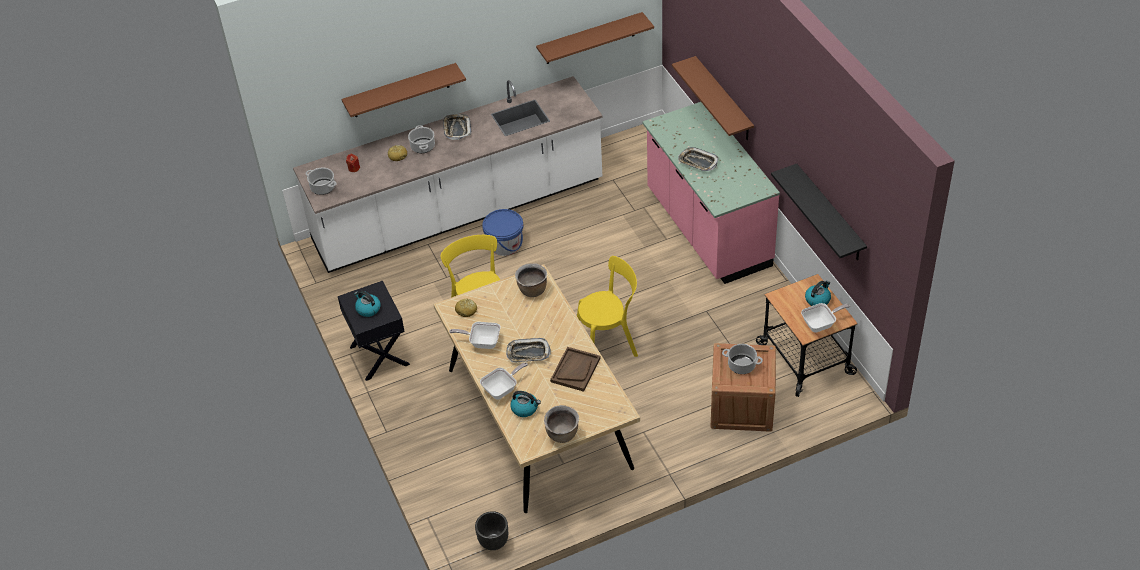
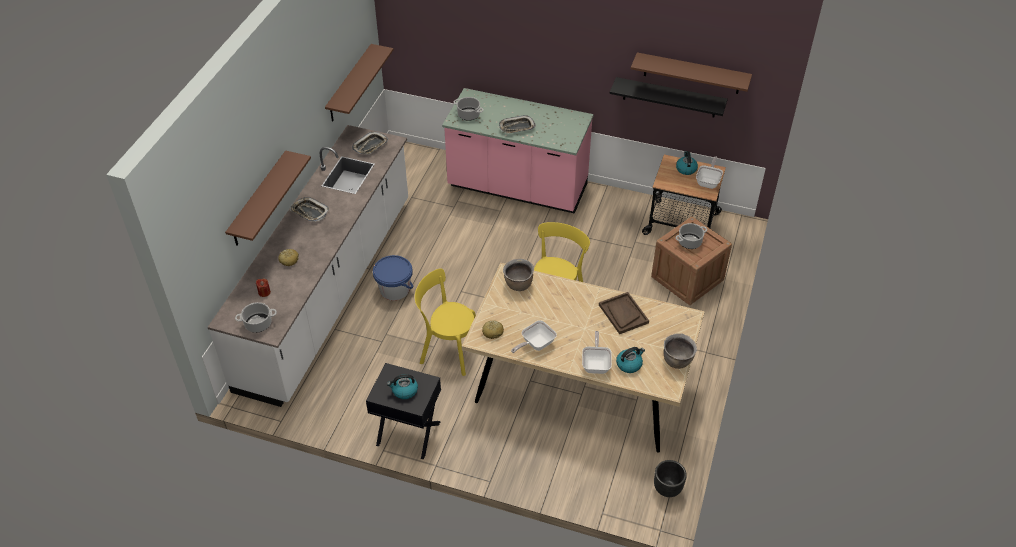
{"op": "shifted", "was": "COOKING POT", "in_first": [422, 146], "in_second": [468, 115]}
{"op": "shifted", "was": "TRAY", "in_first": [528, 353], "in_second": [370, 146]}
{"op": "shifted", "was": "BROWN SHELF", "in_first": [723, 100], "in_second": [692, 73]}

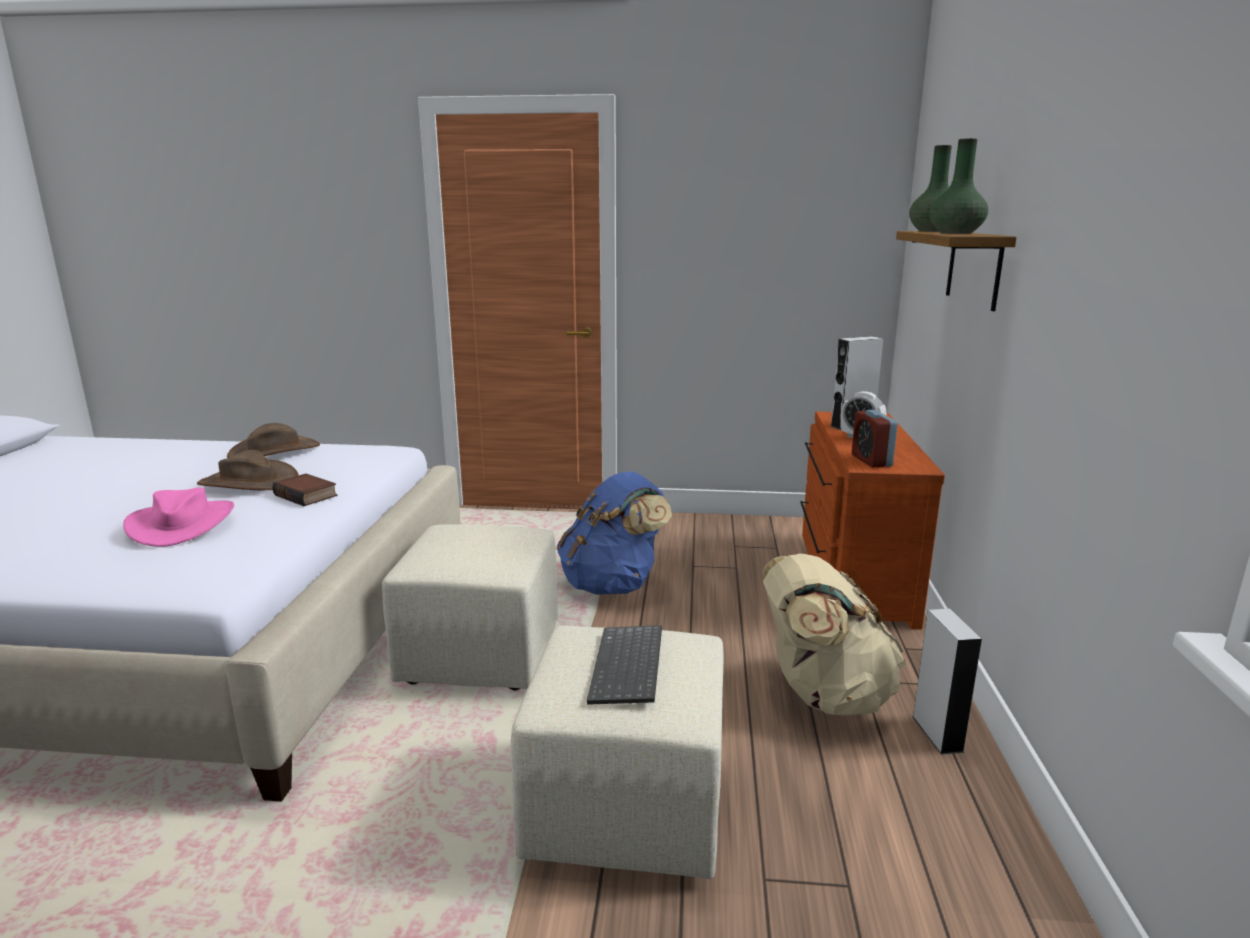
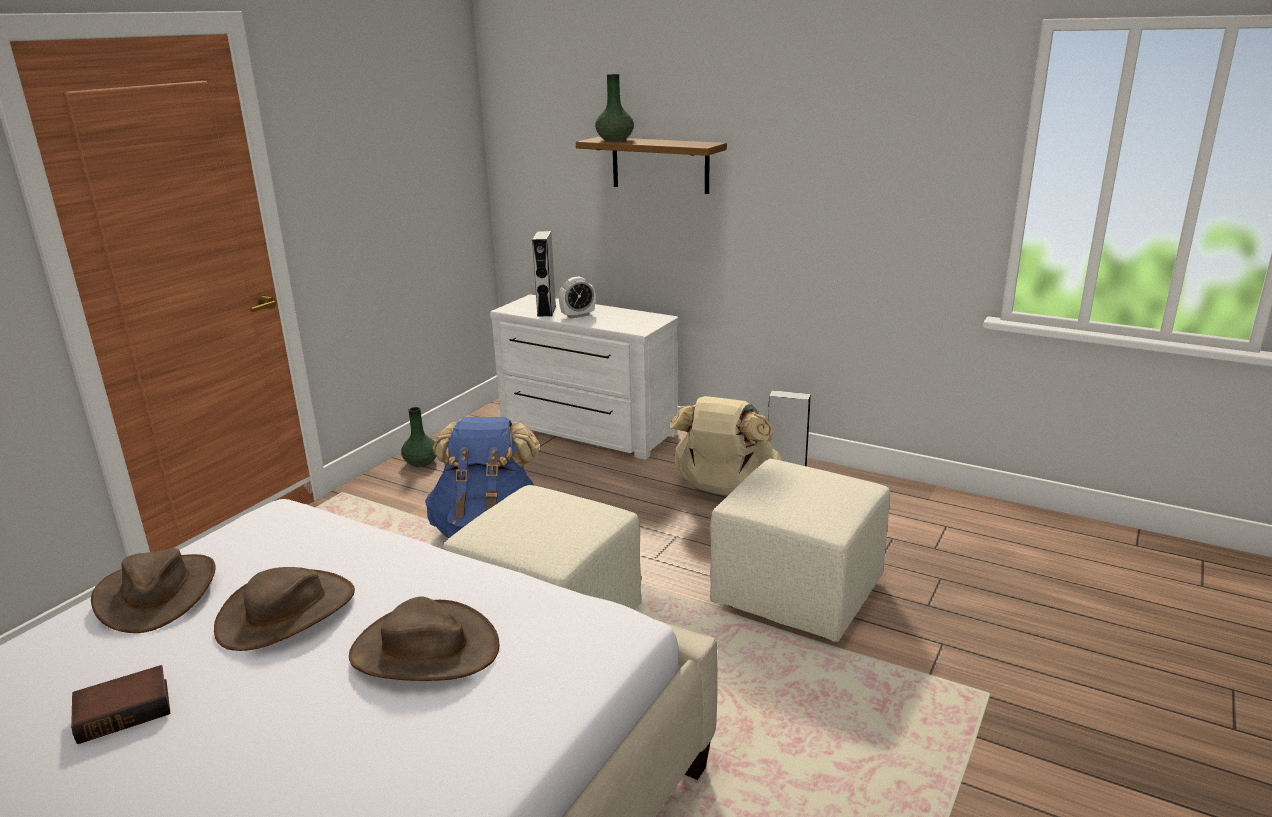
{"op": "gone", "was": "KEYBOARD", "in_first": [629, 667]}
{"op": "gone", "was": "ALARM CLOCK", "in_first": [871, 461]}
{"op": "shifted", "was": "BOOK", "in_first": [308, 495], "in_second": [125, 709]}
{"op": "shifted", "was": "GREEN VASE", "in_first": [955, 233], "in_second": [420, 462]}
{"op": "repainted", "was": "PINK HAT", "now": "BROWN HAT", "in_first": [181, 524], "in_second": [424, 650]}
{"op": "repainted", "was": "BROWN DRESSER", "now": "WHITE DRESSER", "in_first": [851, 576], "in_second": [585, 431]}

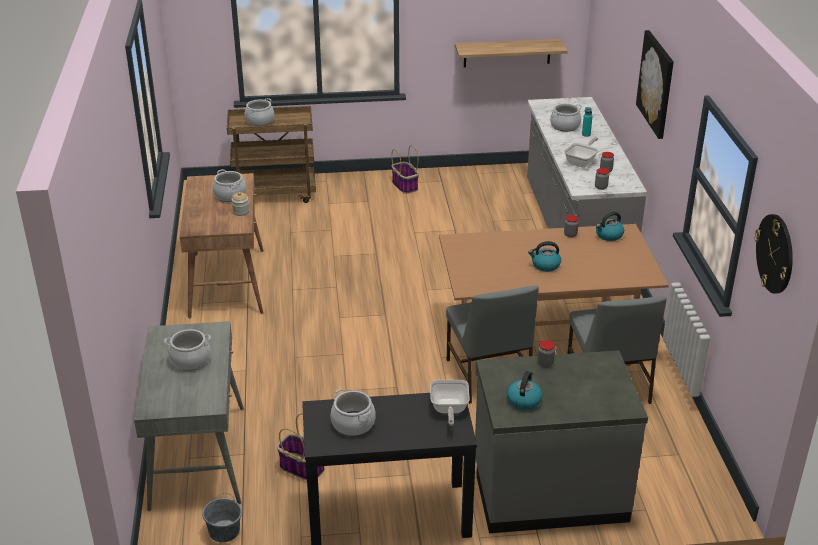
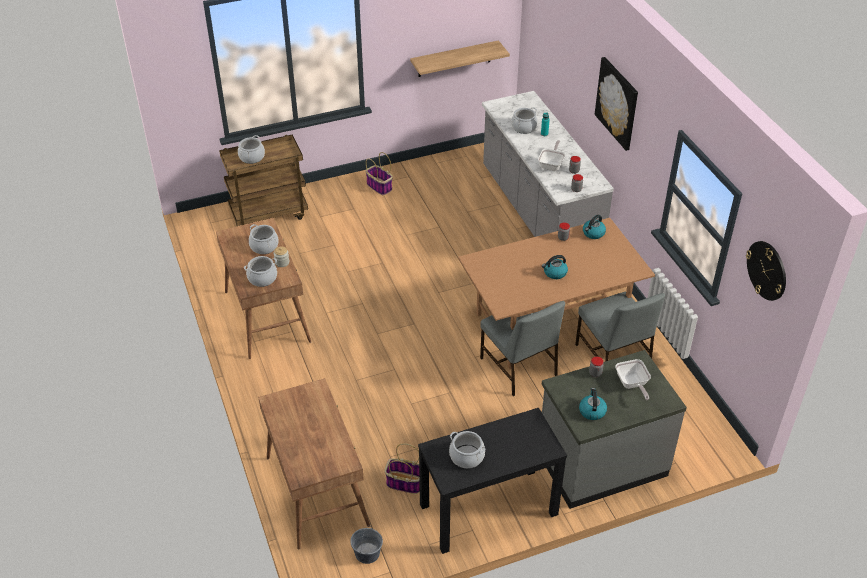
{"op": "shifted", "was": "COOKING POT", "in_first": [190, 360], "in_second": [262, 278]}
{"op": "shifted", "was": "FRYING PAN", "in_first": [449, 410], "in_second": [632, 385]}
{"op": "repainted", "was": "GREY DESK", "now": "BROWN DESK", "in_first": [197, 456], "in_second": [316, 491]}

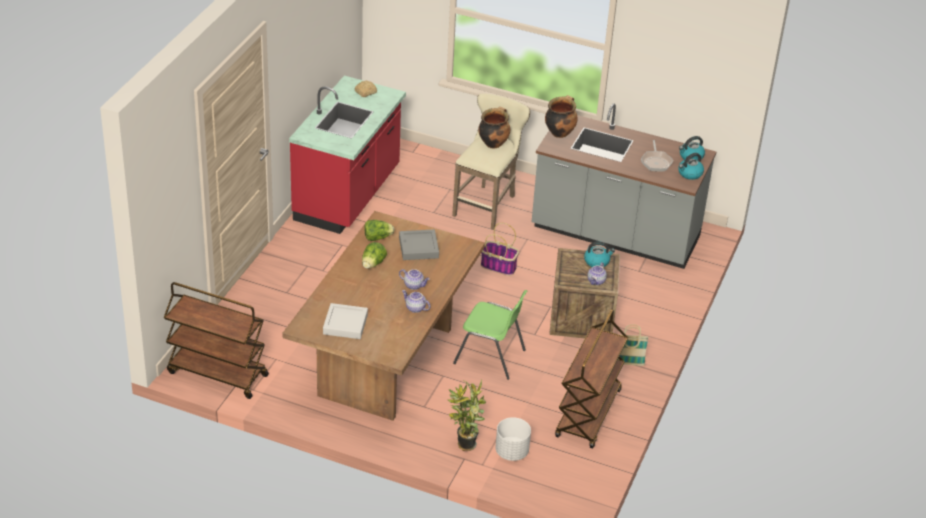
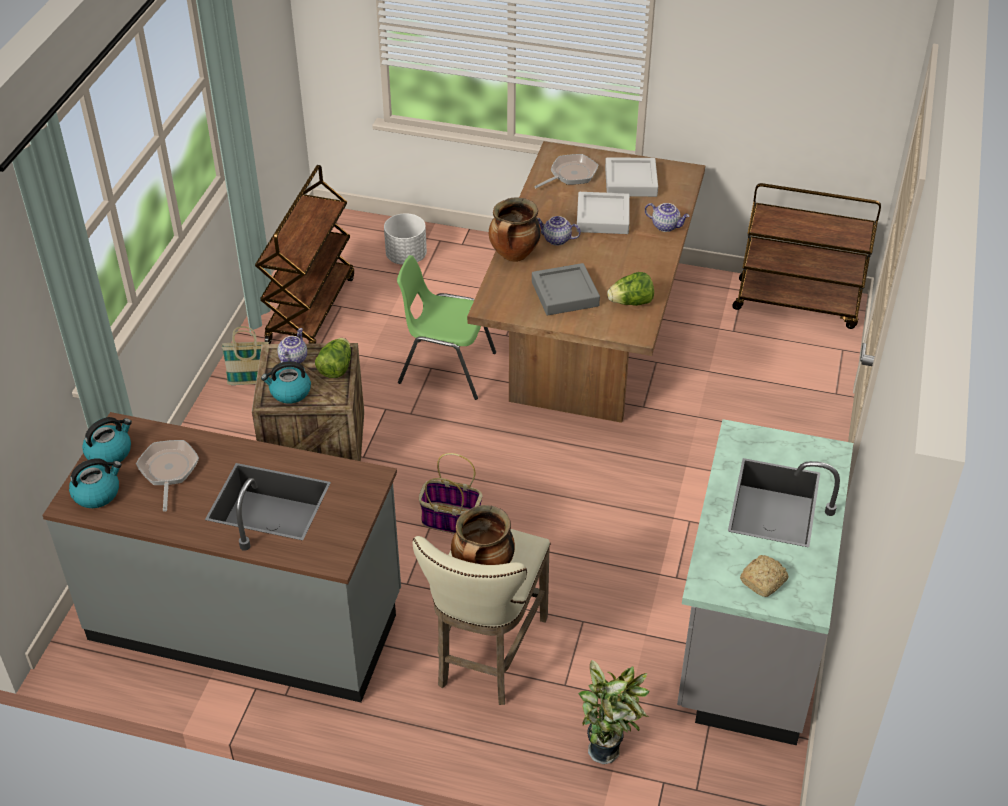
{"op": "new", "now": "FRYING PAN", "in_second": [570, 175]}
{"op": "new", "now": "GREY TRAY", "in_second": [602, 217]}
{"op": "shifted", "was": "LETTUCE", "in_first": [373, 264], "in_second": [336, 368]}
{"op": "shifted", "was": "TEAPOT", "in_first": [415, 308], "in_second": [666, 226]}
{"op": "shifted", "was": "POTTED PLANT", "in_first": [464, 445], "in_second": [607, 749]}
{"op": "shifted", "was": "COOKING POT", "in_first": [559, 132], "in_second": [514, 255]}
{"op": "repainted", "was": "RED COUNTER", "now": "GREY COUNTER", "in_first": [348, 195], "in_second": [748, 638]}

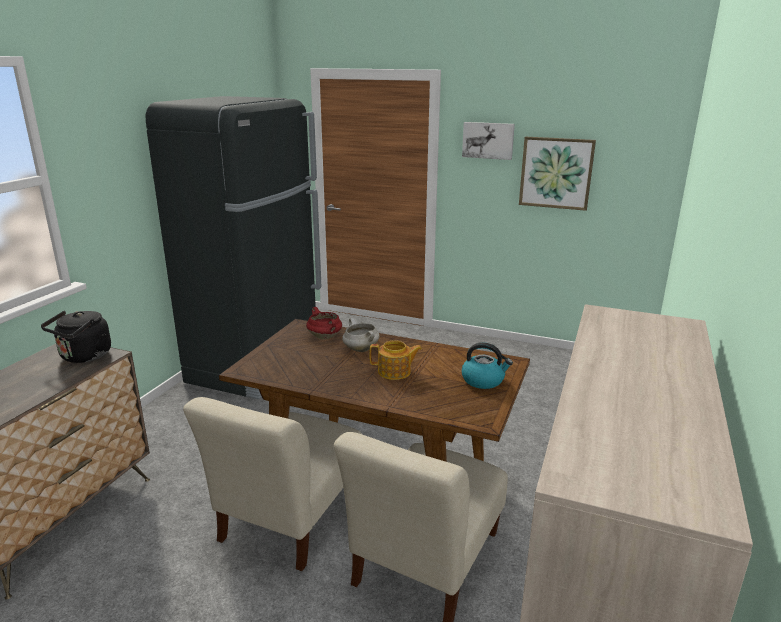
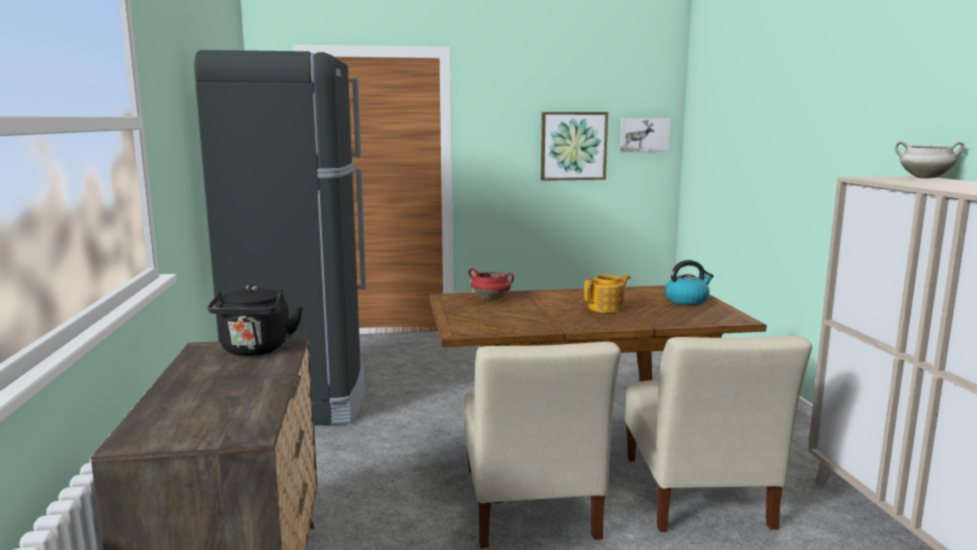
{"op": "shifted", "was": "WHITE COOKING POT", "in_first": [360, 349], "in_second": [924, 178]}
{"op": "shifted", "was": "PICTURE", "in_first": [488, 140], "in_second": [644, 134]}

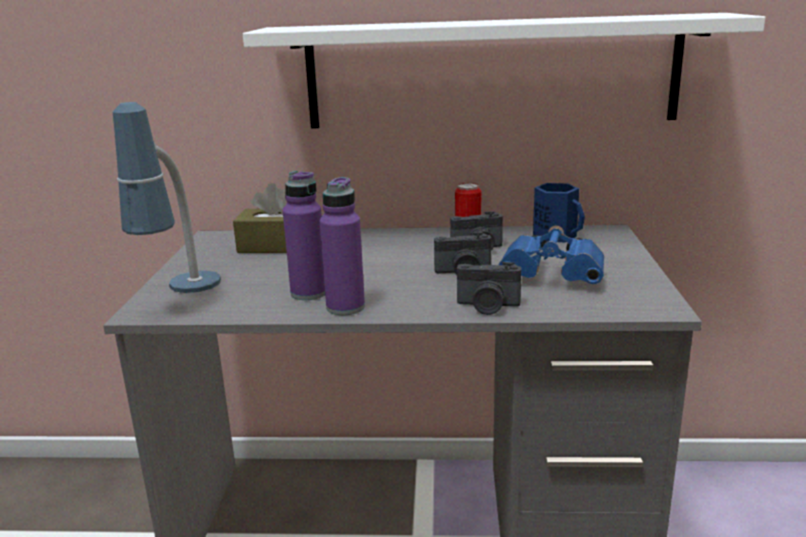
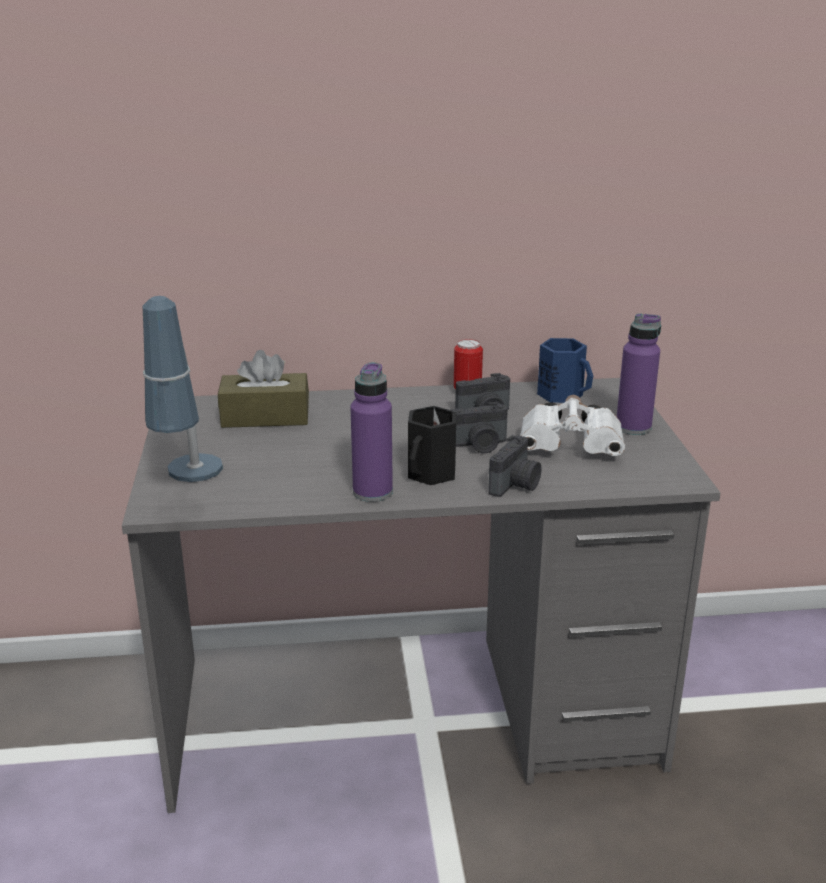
{"op": "gone", "was": "WHITE SHELF", "in_first": [491, 73]}
{"op": "new", "now": "BLACK MUG", "in_second": [432, 474]}
{"op": "shifted", "was": "PURPLE BOTTLE", "in_first": [309, 293], "in_second": [633, 427]}
{"op": "repainted", "was": "BLUE BINOCULARS", "now": "WHITE BINOCULARS", "in_first": [555, 278], "in_second": [573, 448]}
{"op": "rotated", "was": "PHOTO CAMERA", "in_first": [488, 306], "in_second": [516, 485], "clockwise": -60}

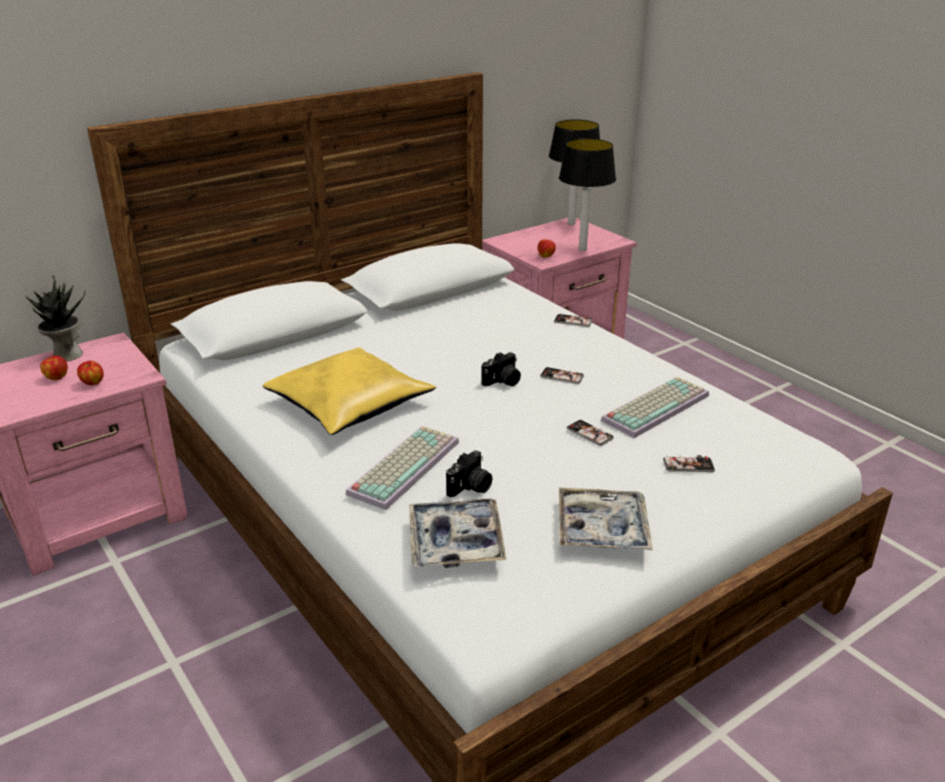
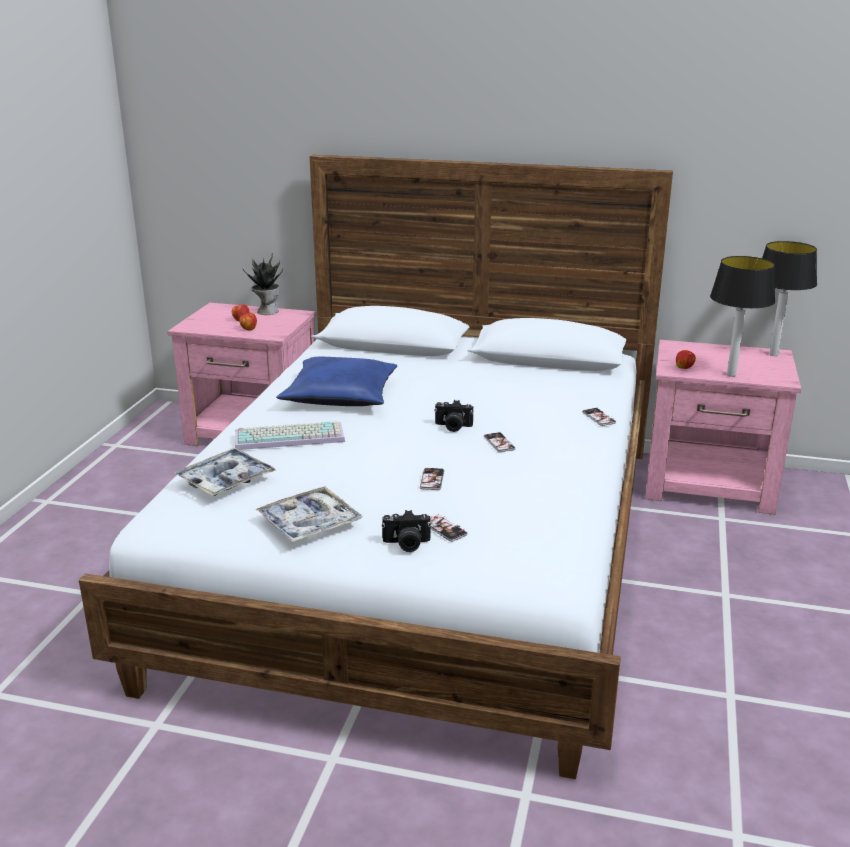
{"op": "gone", "was": "KEYBOARD", "in_first": [655, 406]}
{"op": "shifted", "was": "PHOTO CAMERA", "in_first": [470, 488], "in_second": [406, 544]}
{"op": "repainted", "was": "YELLOW PILLOW", "now": "BLUE PILLOW", "in_first": [350, 404], "in_second": [341, 396]}

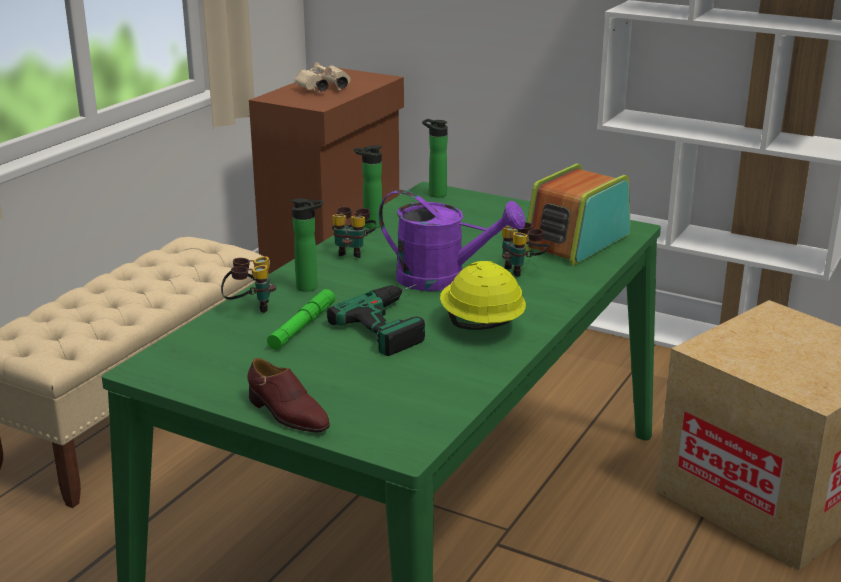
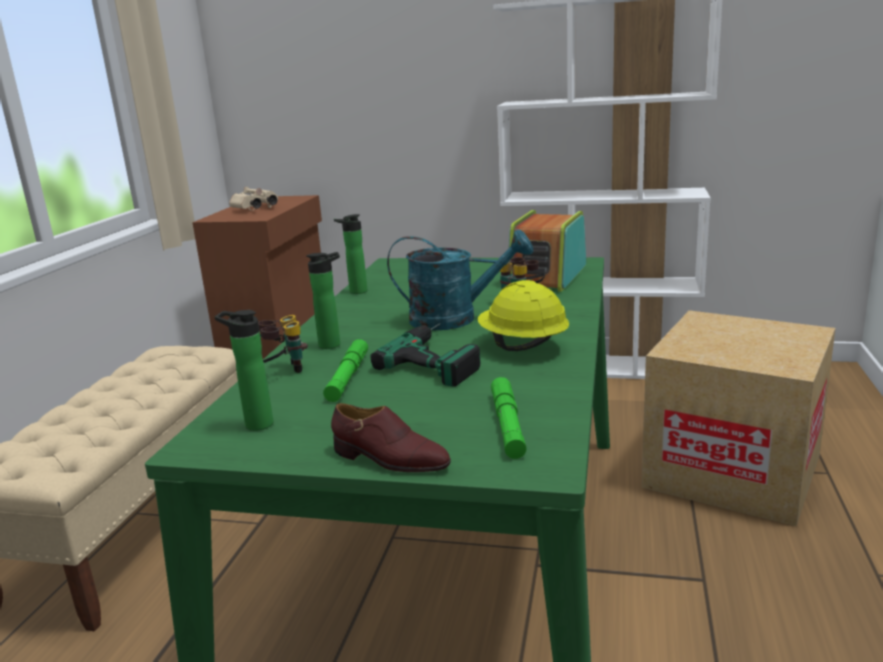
{"op": "gone", "was": "BINOCULARS", "in_first": [353, 251]}
{"op": "new", "now": "GREEN FLASHLIGHT", "in_second": [507, 424]}
{"op": "shifted", "was": "BOTTLE", "in_first": [435, 194], "in_second": [255, 424]}
{"op": "repainted", "was": "PURPLE WATERING CAN", "now": "TURQUOISE WATERING CAN", "in_first": [443, 279], "in_second": [455, 319]}

